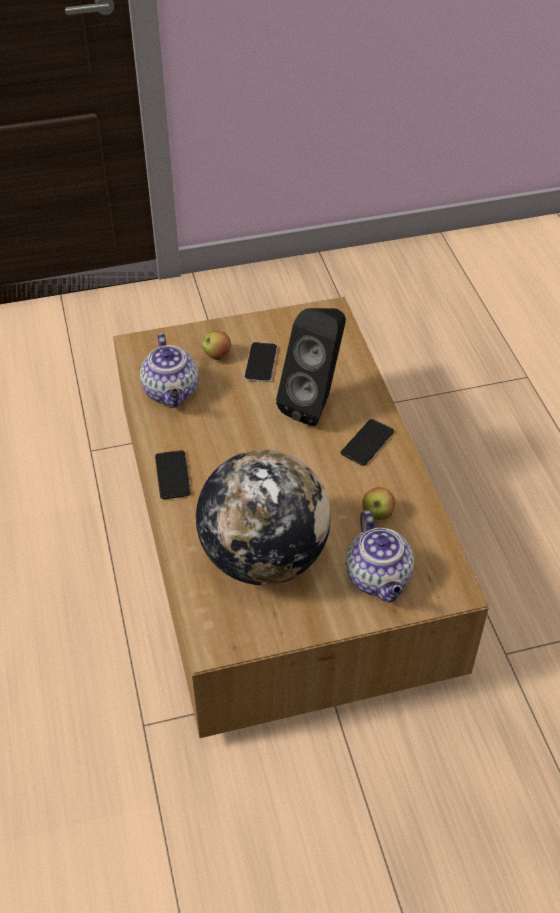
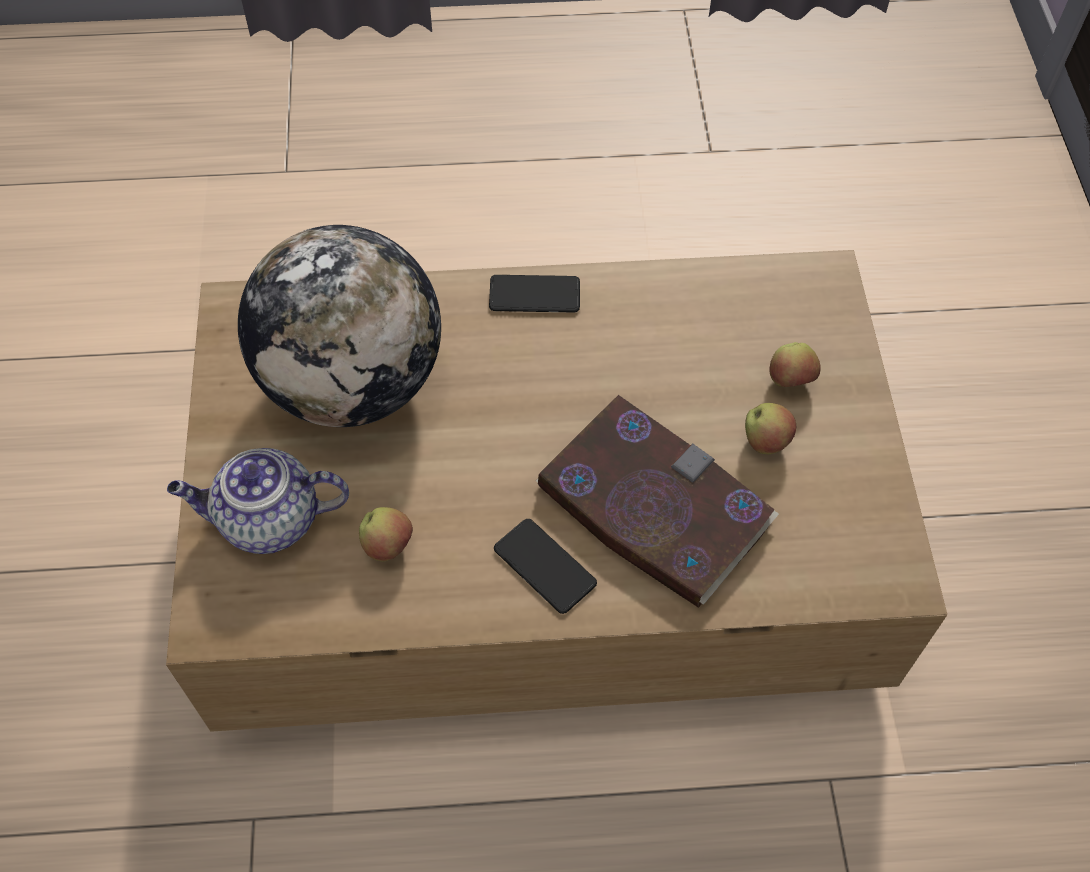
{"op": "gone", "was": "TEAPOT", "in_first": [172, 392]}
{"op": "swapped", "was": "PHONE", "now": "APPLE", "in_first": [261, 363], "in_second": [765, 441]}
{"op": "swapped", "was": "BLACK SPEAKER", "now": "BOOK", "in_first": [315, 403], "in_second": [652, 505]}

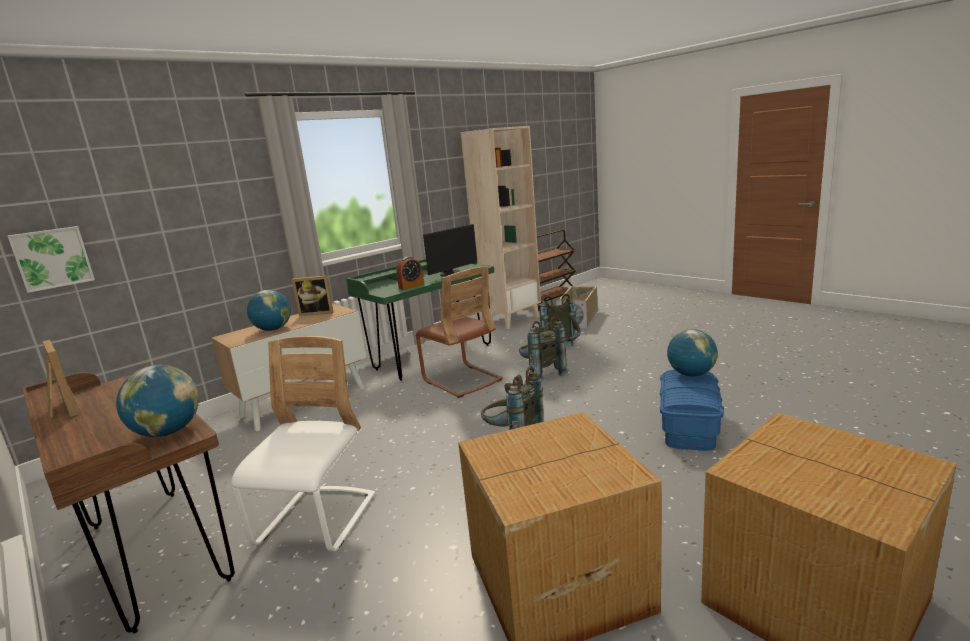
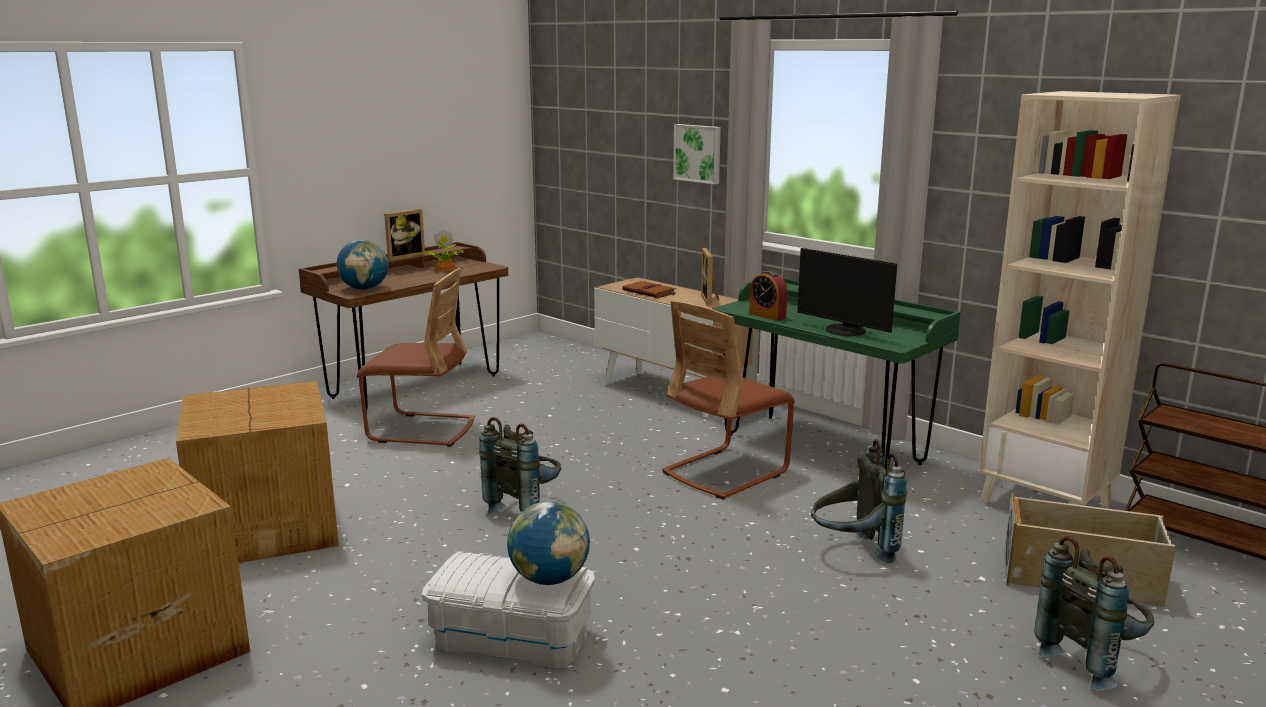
{"op": "new", "now": "POTTED PLANT", "in_second": [444, 269]}
{"op": "shifted", "was": "PICTURE", "in_first": [52, 258], "in_second": [698, 153]}
{"op": "shifted", "was": "GREY BACKPACK", "in_first": [541, 374], "in_second": [1092, 661]}
{"op": "swapped", "was": "GLOBE", "now": "BROWN BOOK", "in_first": [273, 329], "in_second": [650, 292]}
{"op": "repainted", "was": "WHITE CHAIR", "now": "BROWN CHAIR", "in_first": [317, 521], "in_second": [421, 430]}
{"op": "repainted", "was": "BLUE STORAGE BOX", "now": "WHITE STORAGE BOX", "in_first": [689, 427], "in_second": [511, 639]}

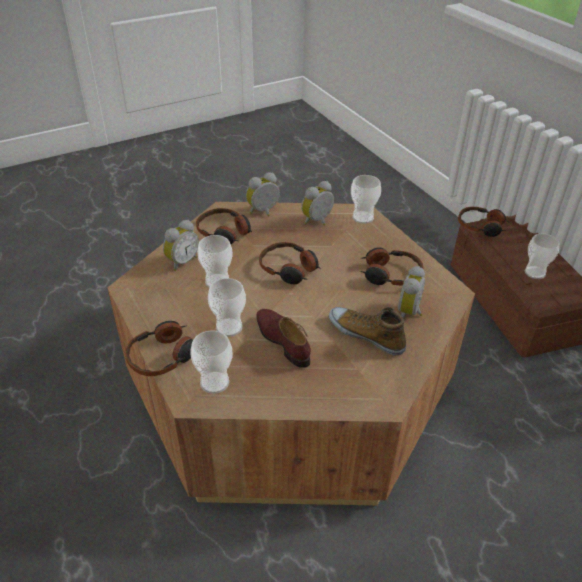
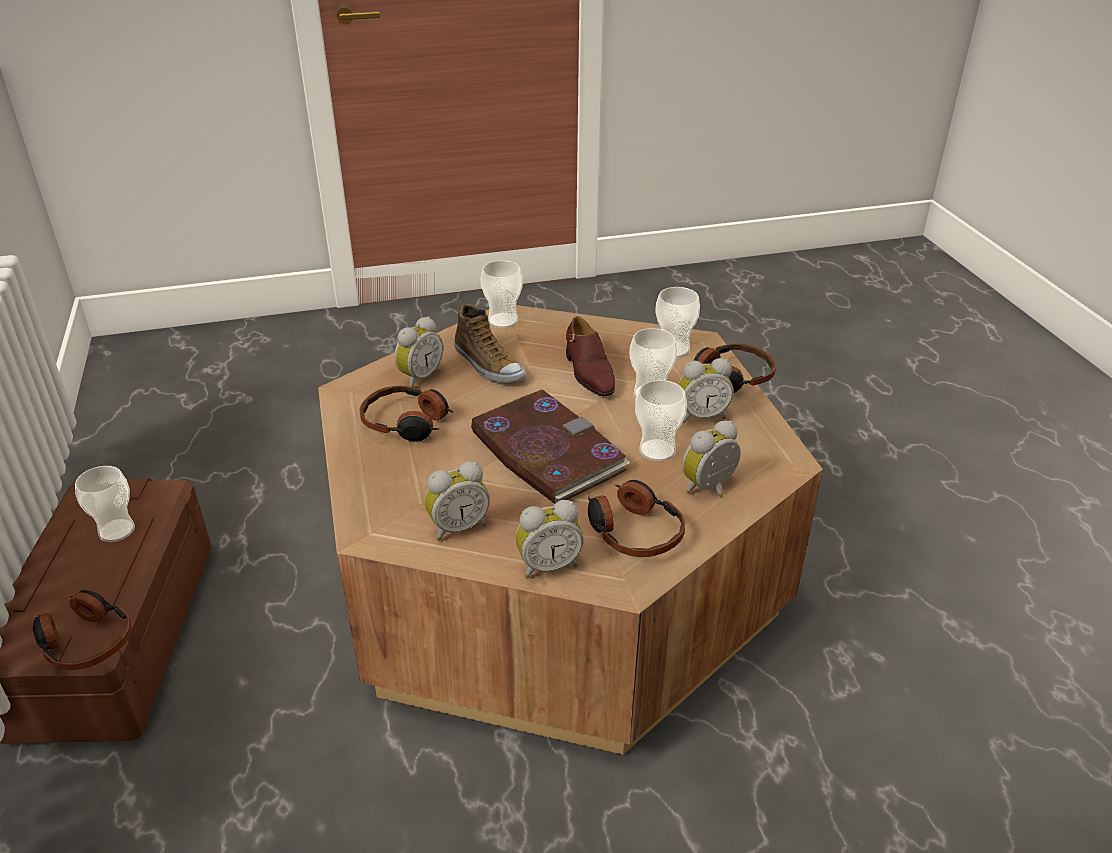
{"op": "new", "now": "ALARM CLOCK", "in_second": [701, 416]}
{"op": "shifted", "was": "CUP", "in_first": [363, 217], "in_second": [503, 321]}
{"op": "swapped", "was": "HEADPHONES", "now": "BOOK", "in_first": [289, 269], "in_second": [546, 452]}

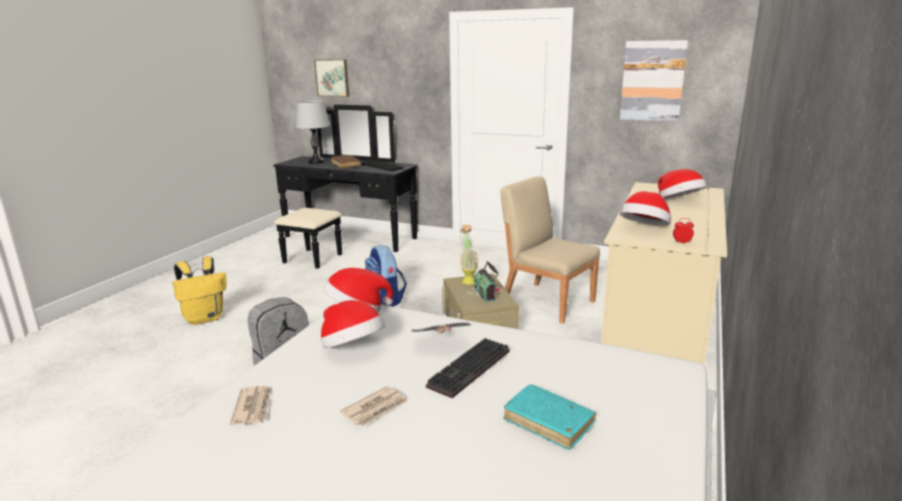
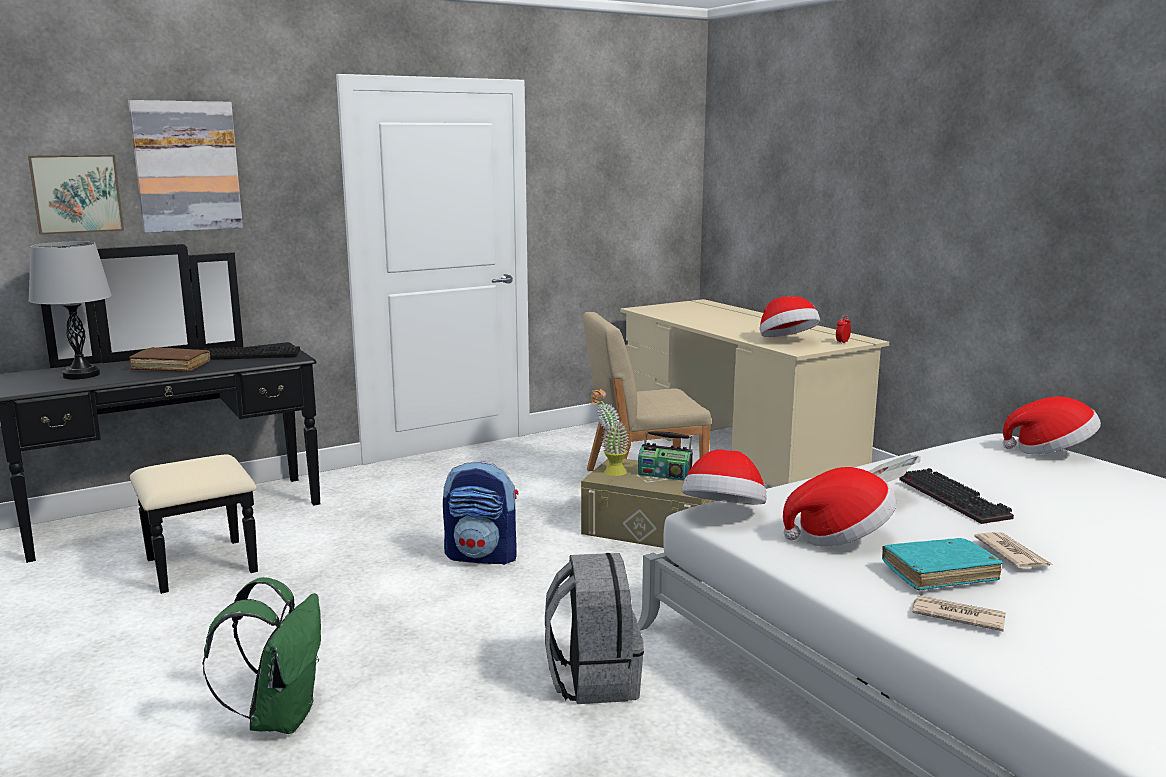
{"op": "shifted", "was": "TURQUOISE BOOK", "in_first": [548, 423], "in_second": [939, 573]}
{"op": "shifted", "was": "PICTURE", "in_first": [652, 81], "in_second": [187, 166]}
{"op": "shifted", "was": "HAT", "in_first": [679, 202], "in_second": [1051, 452]}
{"op": "repainted", "was": "YELLOW BACKPACK", "now": "GREEN BACKPACK", "in_first": [205, 318], "in_second": [280, 717]}

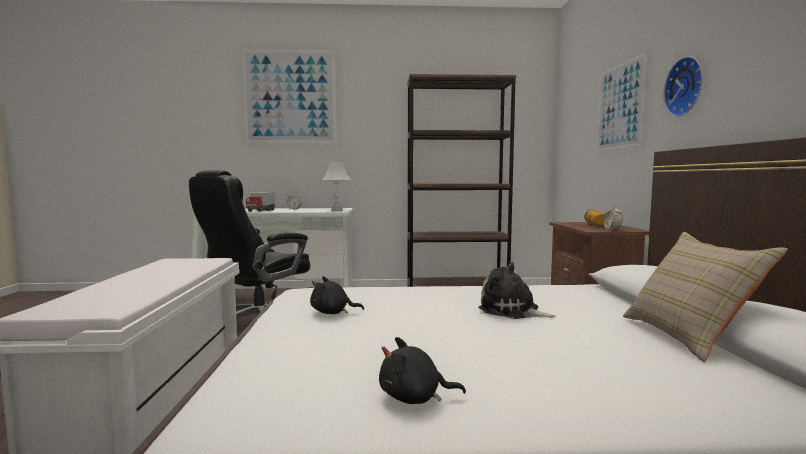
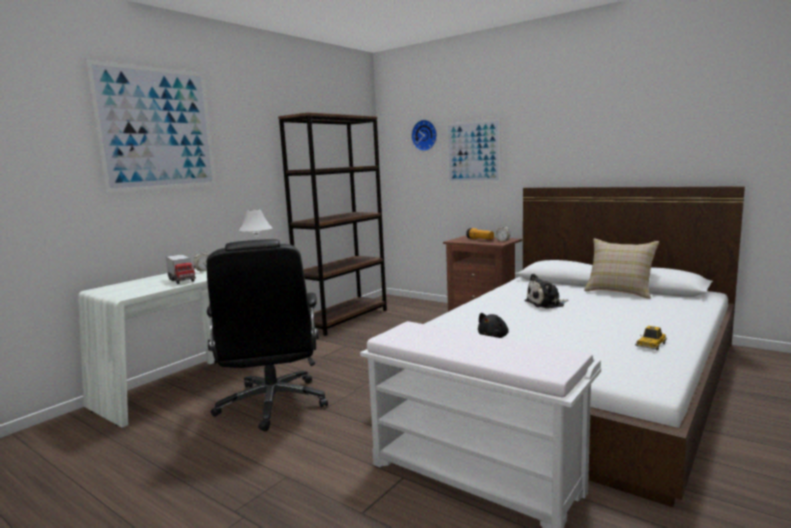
{"op": "shifted", "was": "WALL CLOCK", "in_first": [686, 86], "in_second": [425, 135]}
{"op": "swapped", "was": "BLACK PLUSH TOY", "now": "TOY CAR", "in_first": [414, 398], "in_second": [651, 345]}

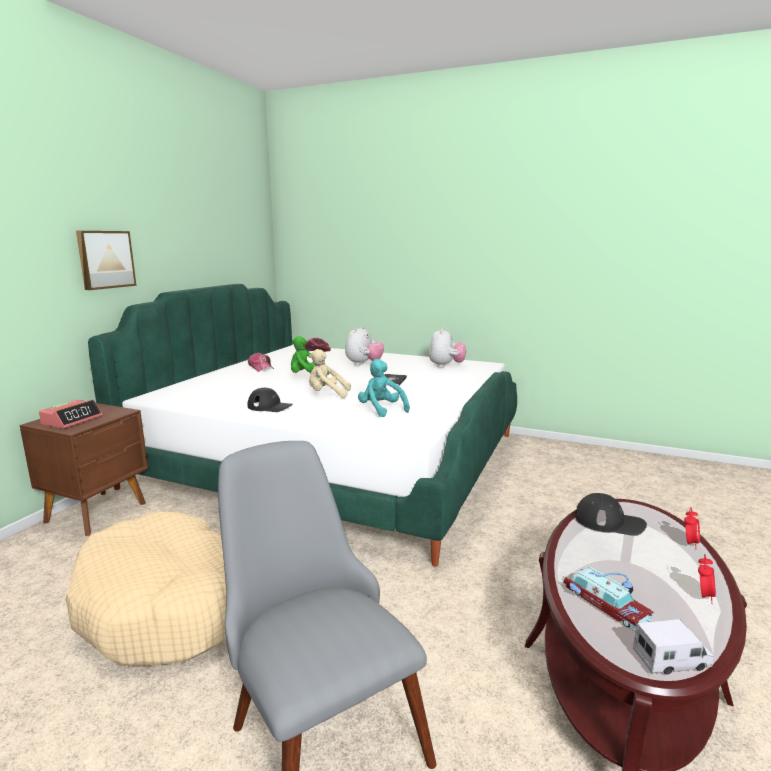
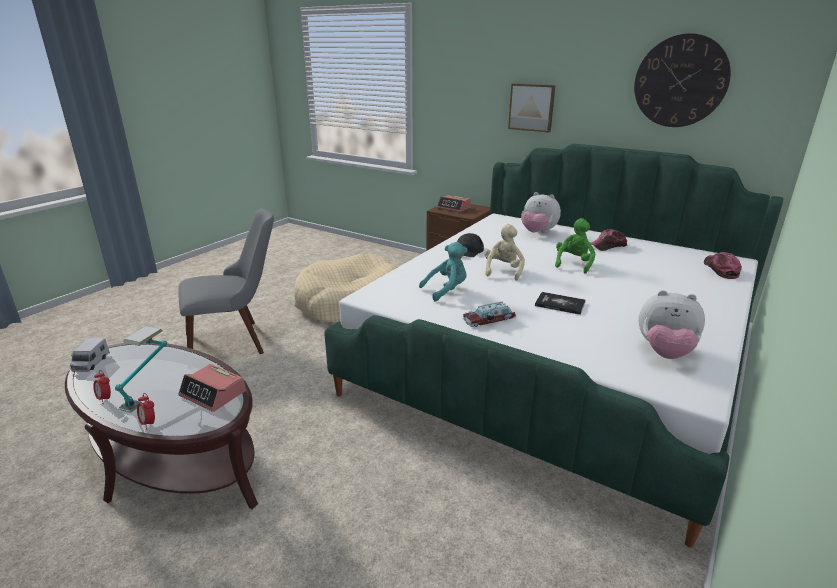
{"op": "new", "now": "TABLE LAMP", "in_second": [149, 393]}
{"op": "new", "now": "WALL CLOCK", "in_second": [680, 81]}
{"op": "shifted", "was": "PLUSH TOY", "in_first": [364, 364], "in_second": [538, 232]}
{"op": "shifted", "was": "TOY CAR", "in_first": [605, 602], "in_second": [490, 320]}
{"op": "swapped", "was": "BLACK CAP", "now": "ALARM CLOCK", "in_first": [609, 521], "in_second": [213, 394]}

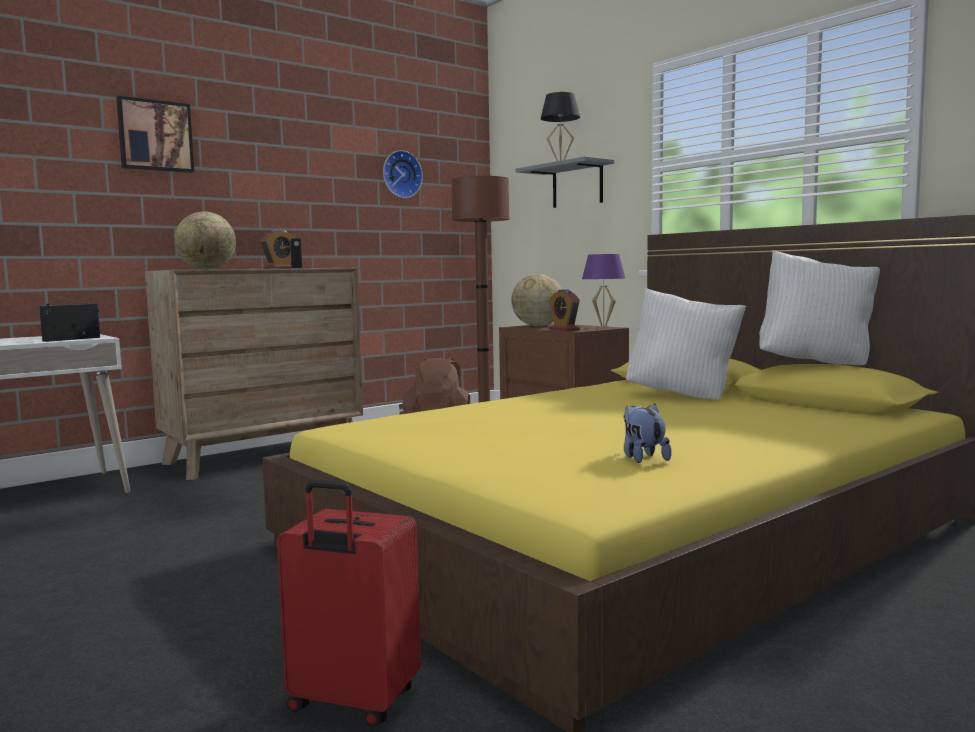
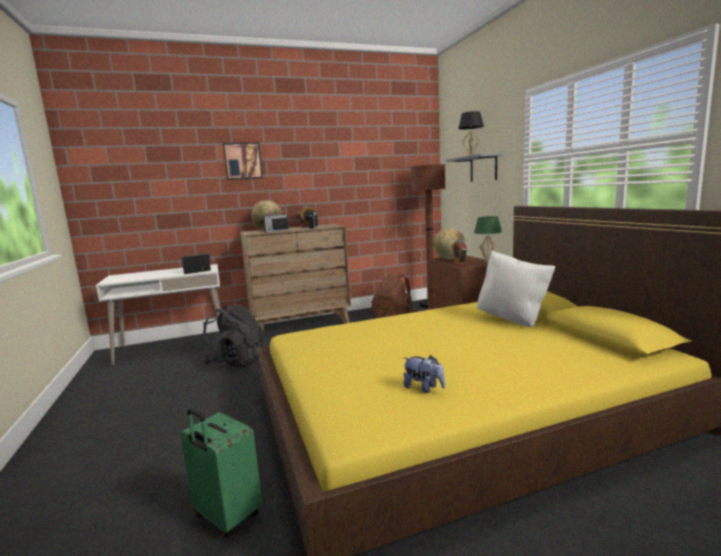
{"op": "gone", "was": "WALL CLOCK", "in_first": [400, 174]}
{"op": "gone", "was": "WHITE PILLOW", "in_first": [816, 363]}
{"op": "new", "now": "BLACK BACKPACK", "in_second": [236, 362]}
{"op": "new", "now": "RADIO", "in_second": [276, 231]}
{"op": "repainted", "was": "RED SUITCASE", "now": "GREEN SUITCASE", "in_first": [352, 703], "in_second": [226, 517]}
{"op": "repainted", "was": "PURPLE TABLE LAMP", "now": "GREEN TABLE LAMP", "in_first": [603, 327], "in_second": [487, 261]}
{"op": "rotated", "was": "PLUSH TOY", "in_first": [642, 458], "in_second": [424, 388], "clockwise": 120}

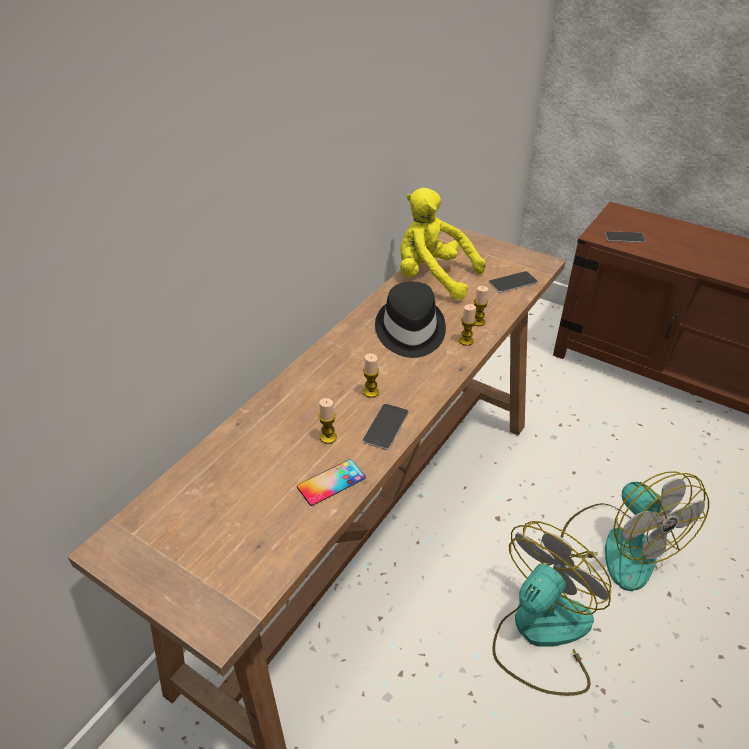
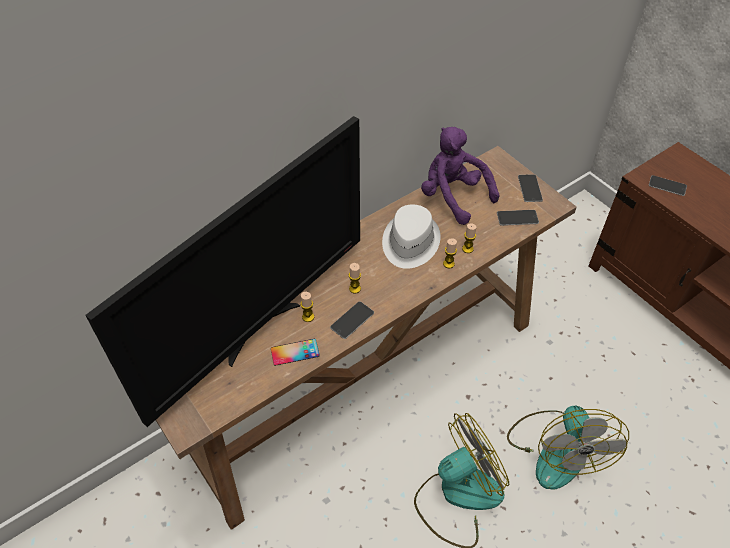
{"op": "new", "now": "TELEVISION", "in_second": [259, 329]}
{"op": "new", "now": "PHONE", "in_second": [530, 188]}
{"op": "repainted", "was": "BLACK HAT", "now": "WHITE HAT", "in_first": [409, 331], "in_second": [409, 242]}
{"op": "repainted", "was": "YELLOW PLUSH TOY", "now": "PURPLE PLUSH TOY", "in_first": [433, 277], "in_second": [453, 196]}

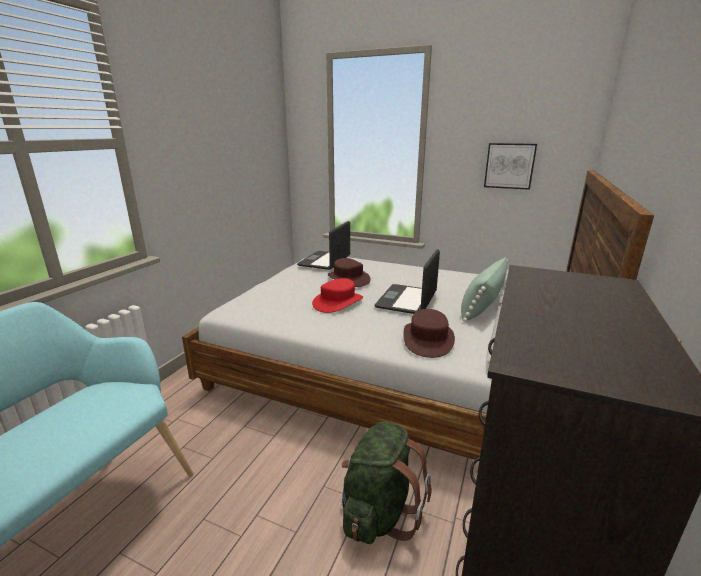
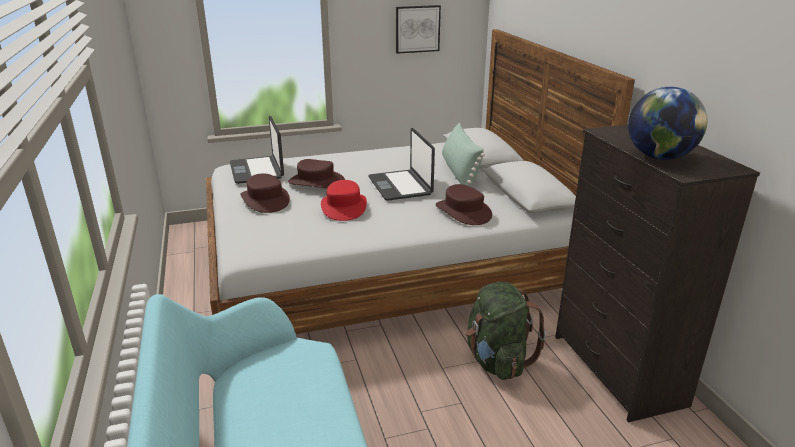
{"op": "new", "now": "BROWN HAT", "in_second": [265, 200]}
{"op": "new", "now": "GLOBE", "in_second": [659, 157]}

